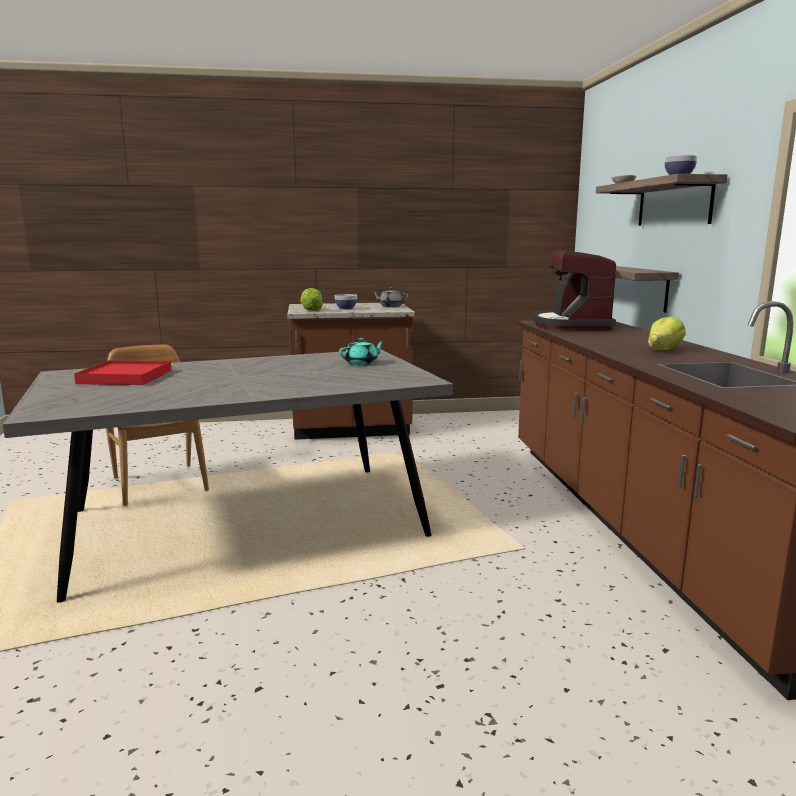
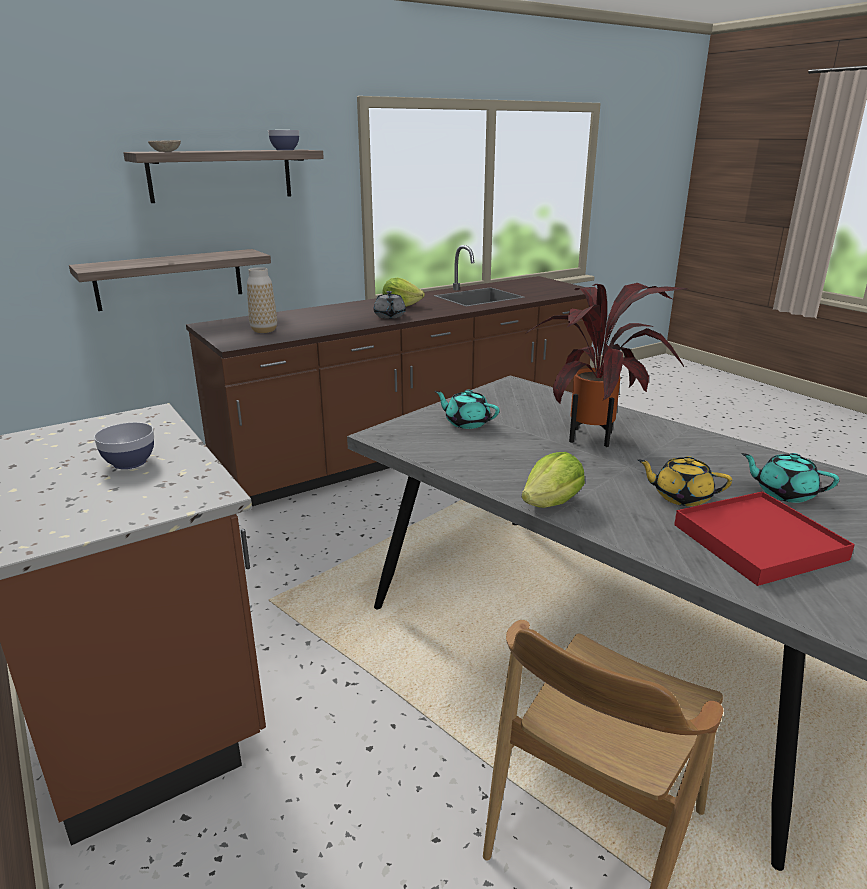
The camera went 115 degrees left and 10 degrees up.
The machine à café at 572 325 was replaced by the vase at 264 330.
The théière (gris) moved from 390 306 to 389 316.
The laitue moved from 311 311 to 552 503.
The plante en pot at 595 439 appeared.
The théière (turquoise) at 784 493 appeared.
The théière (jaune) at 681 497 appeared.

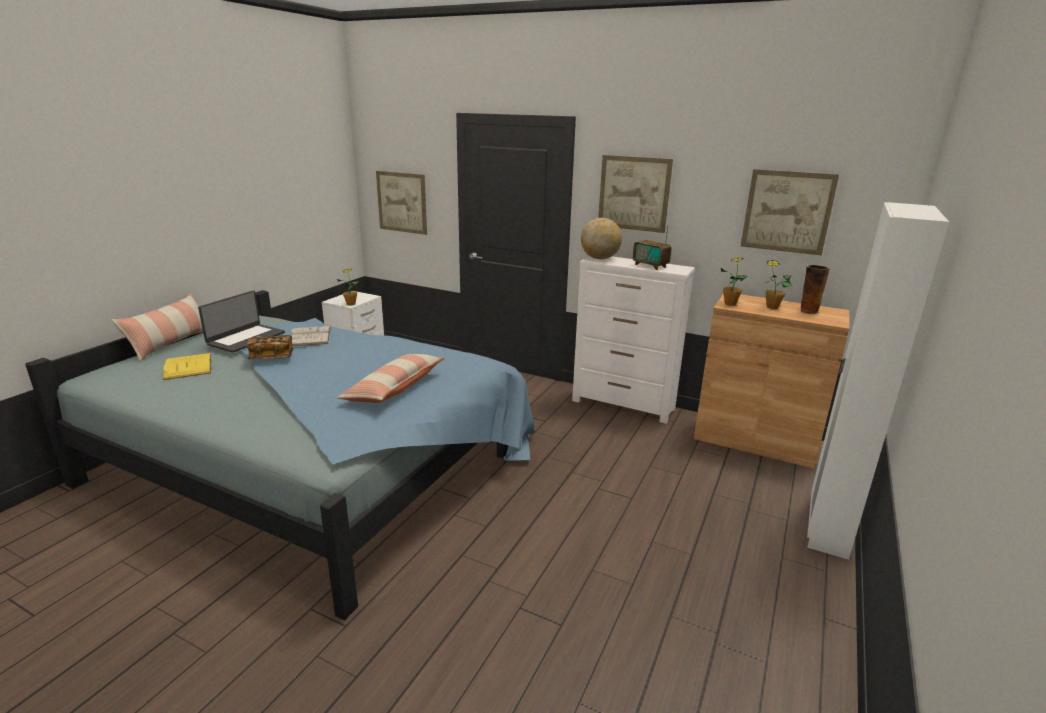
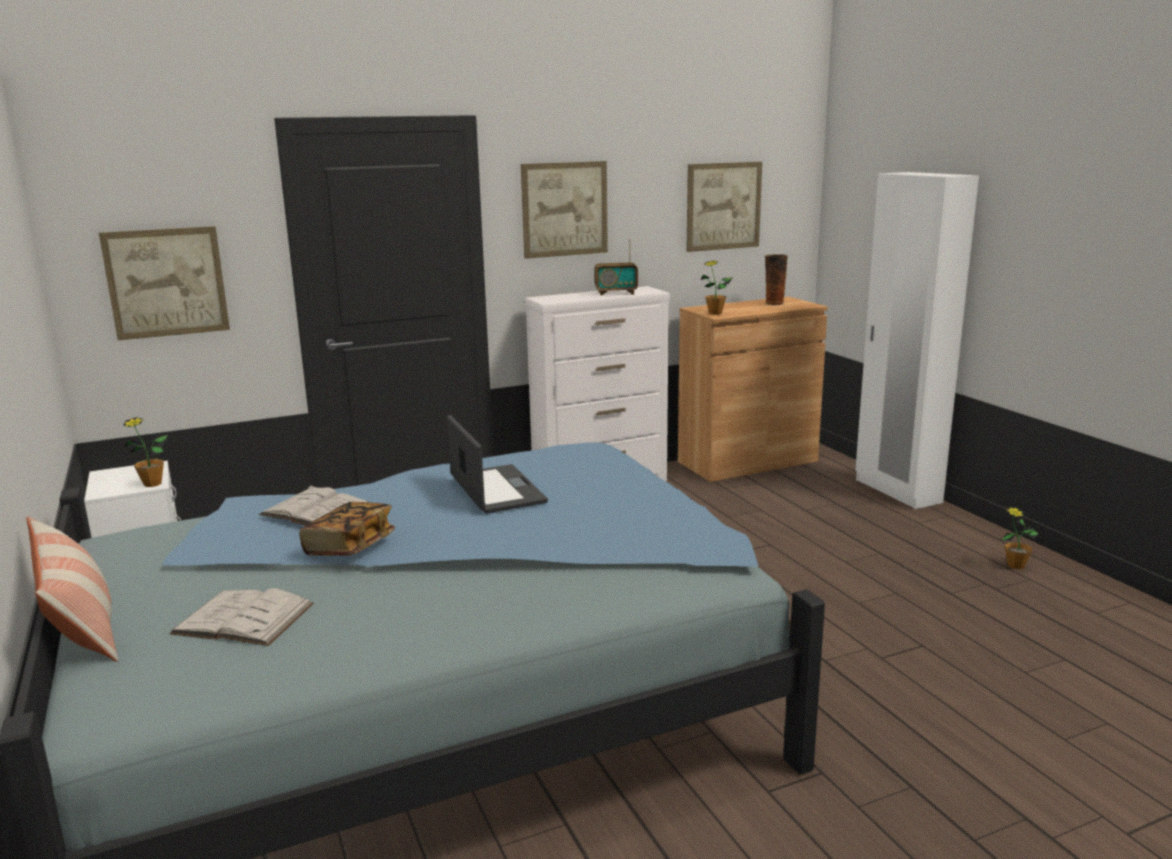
The camera went 50 degrees left and 5 degrees down.
The globe at 600 258 disappeared.
The plante en pot moved from 772 307 to 1015 566.
The ordinateur portable moved from 245 338 to 495 490.
The livre (jaune) at 188 366 became the livre (blanc) at 243 618.
The coussin at 394 388 disappeared.

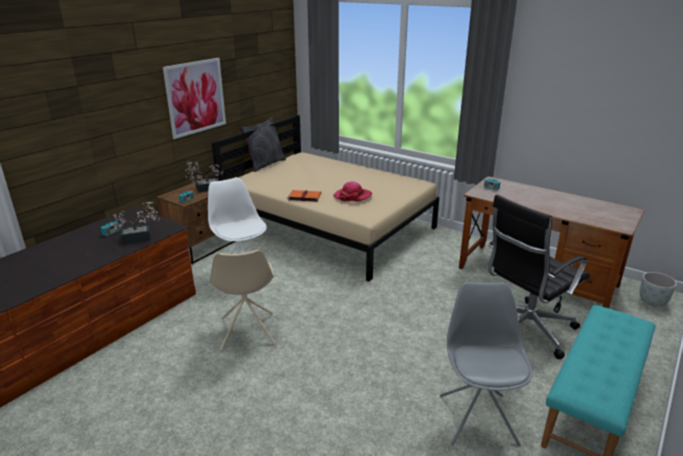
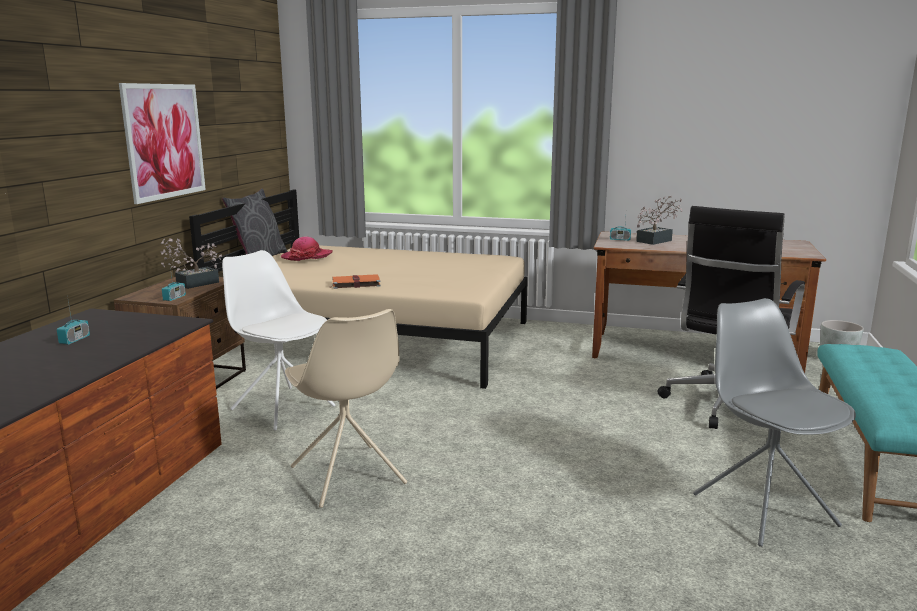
The camera went 20 degrees left and 10 degrees down.
The chapeau moved from 352 196 to 307 256.
The plante en pot moved from 140 238 to 657 240.

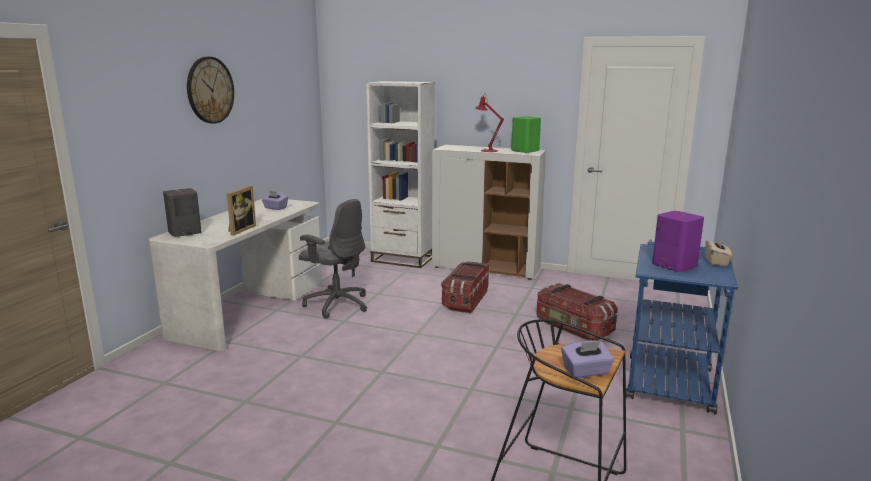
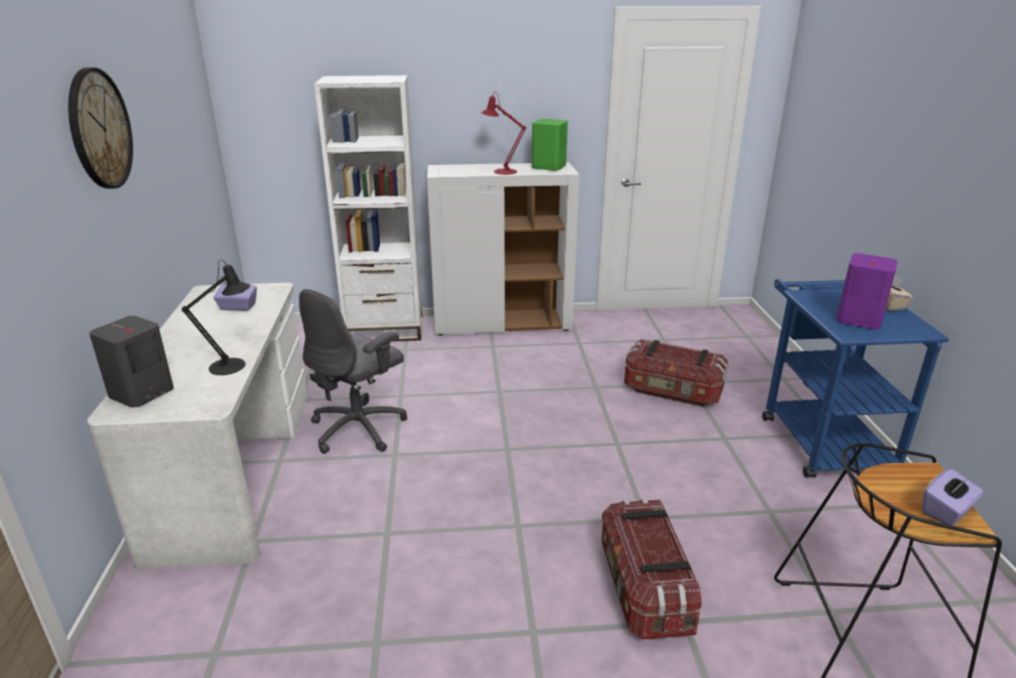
The camera went 25 degrees left and 10 degrees up.
The cadre photo at 239 229 was replaced by the lampe de table (noir) at 233 366.
The chaise de bureau (gris) at 336 304 turned 120 degrees clockwise.
The boîte de rangement moved from 465 300 to 644 589.

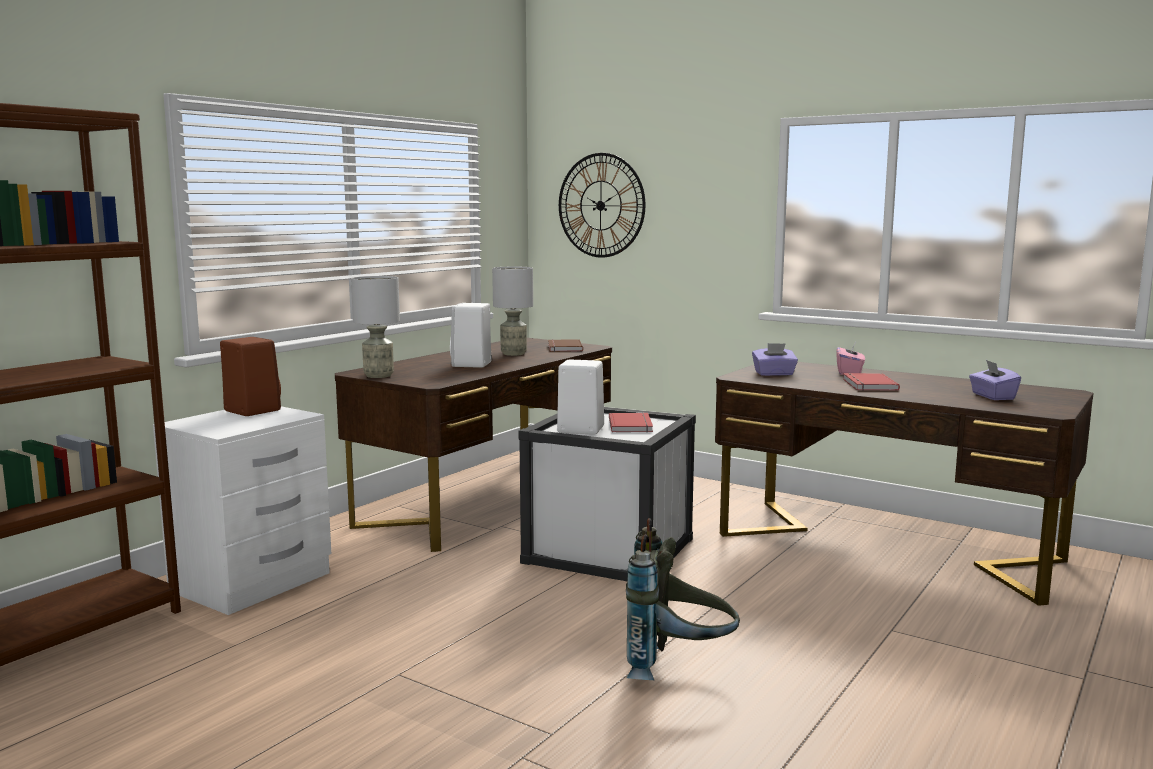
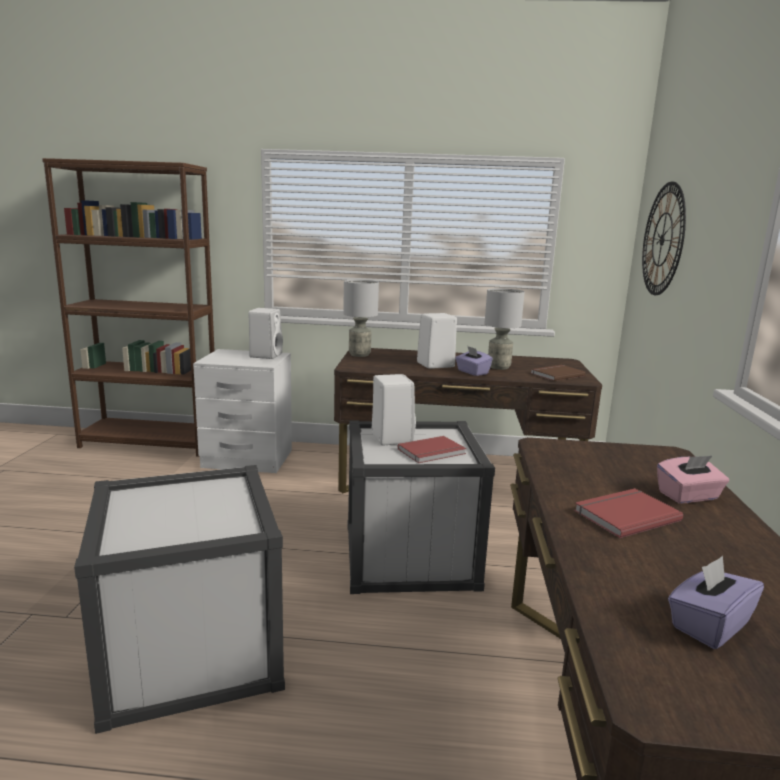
The camera went 60 degrees right and 5 degrees up.
The enceinte (marron) at 251 410 became the enceinte (blanc) at 266 355.
The boîte à mouchoirs (violet) moved from 774 374 to 472 372.
The sac à dos (gris) at 678 667 was replaced by the boîte de rangement (blanc) at 191 650.

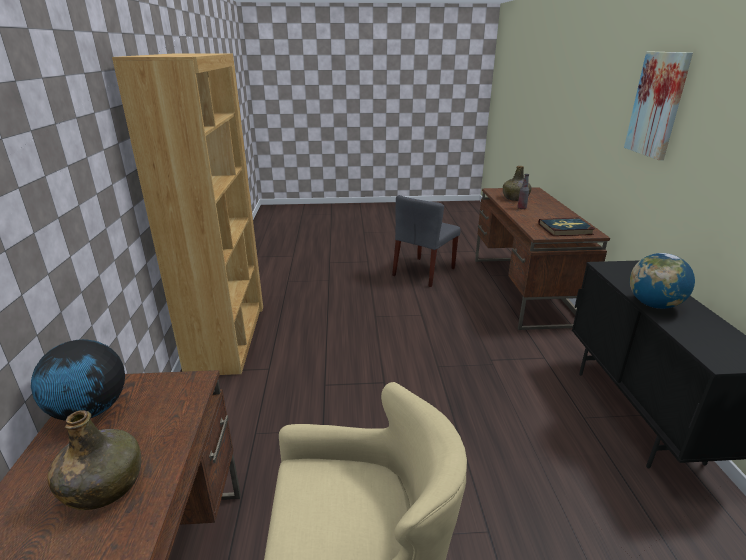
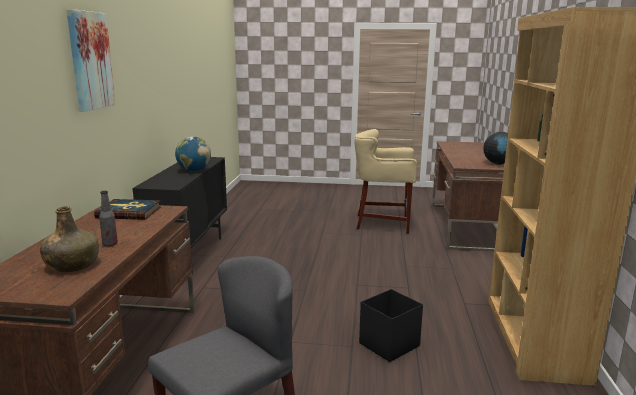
The camera went 170 degrees left and 10 degrees down.
The bouteille (vert) at 104 485 disappeared.
The boîte de rangement (noir) at 388 345 appeared.

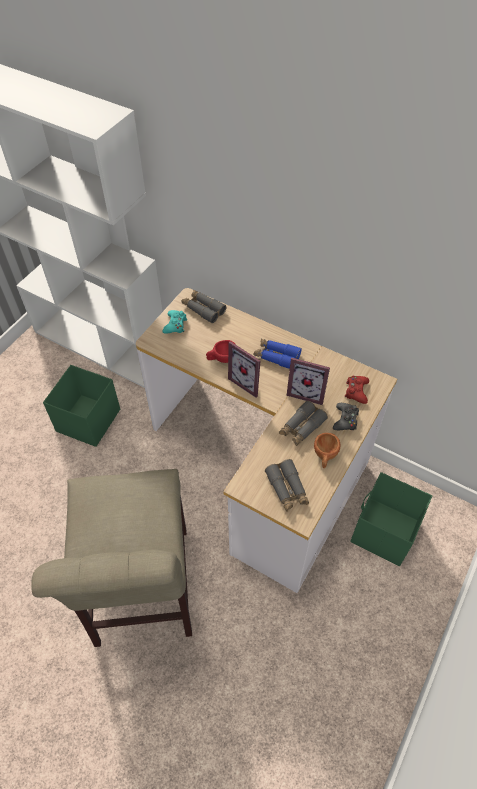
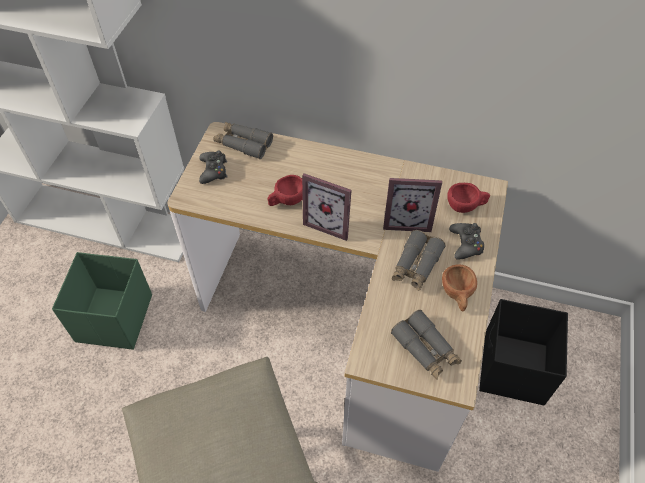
The camera went 15 degrees left and 0 degrees up.
The manette (turquoise) at 175 325 became the manette (noir) at 213 170.
The jumelles (bleu) at 276 356 disappeared.
The manette (rouge) at 356 391 was replaced by the tasse (rouge) at 466 206.
The boîte de rangement (vert) at 383 532 became the boîte de rangement (noir) at 512 369.

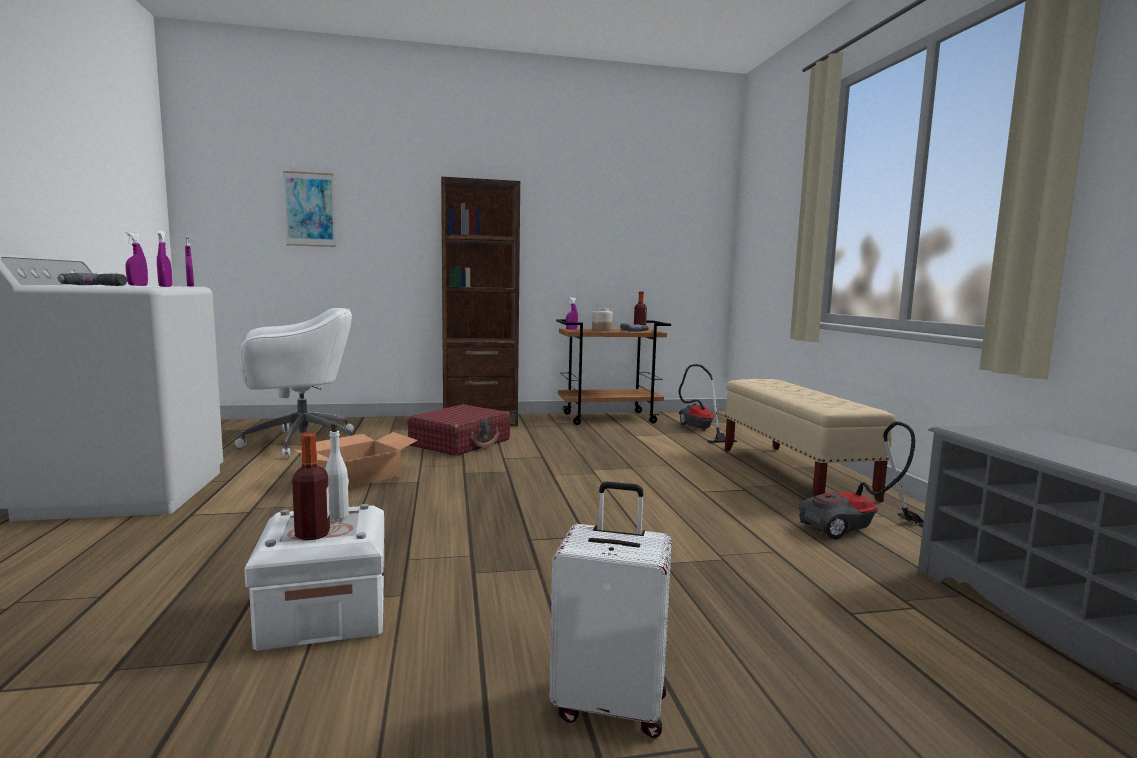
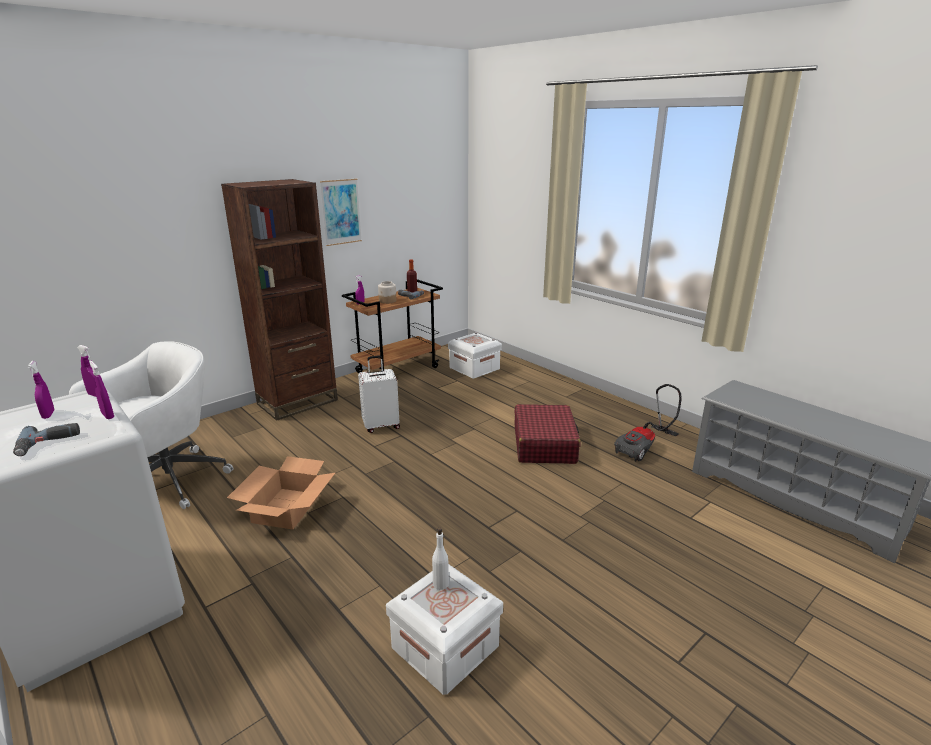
The camera went 30 degrees left and 15 degrees up.
The tableau moved from 310 209 to 341 212.
The aspirateur at 699 430 was replaced by the boîte de rangement (blanc) at 474 368.
The banc (beige) at 793 473 disappeared.
The valise (rouge) moved from 460 443 to 544 444.
The bouteille at 312 535 disappeared.
The valise (blanc) moved from 611 704 to 381 425.

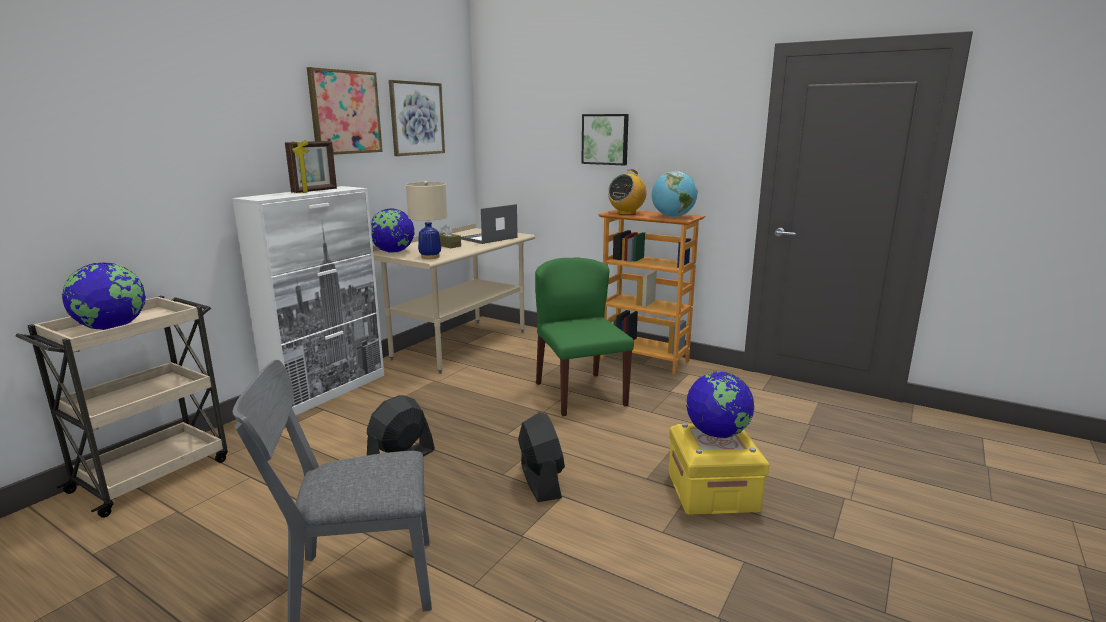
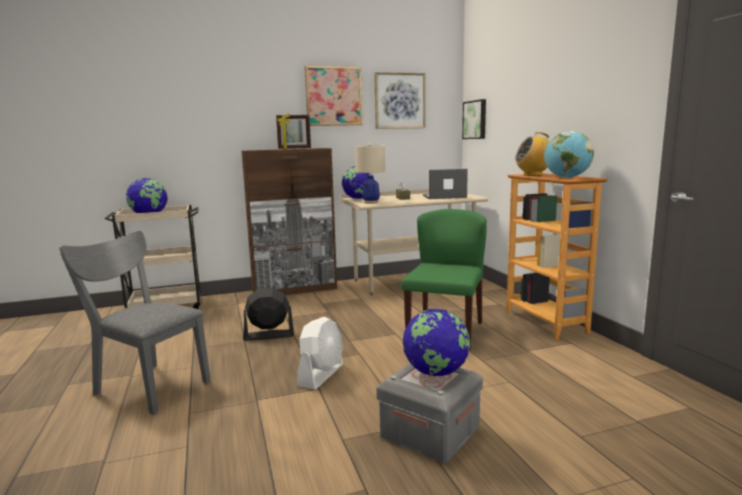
The camera went 40 degrees right and 5 degrees down.
The tableau moved from 605 139 to 475 120.
The meuble de rangement (blanc) at 329 391 became the meuble de rangement (marron) at 295 290.
The ventilateur (noir) at 540 481 became the ventilateur (blanc) at 321 375.
The boîte de rangement (jaune) at 712 492 became the boîte de rangement (gris) at 430 432.

